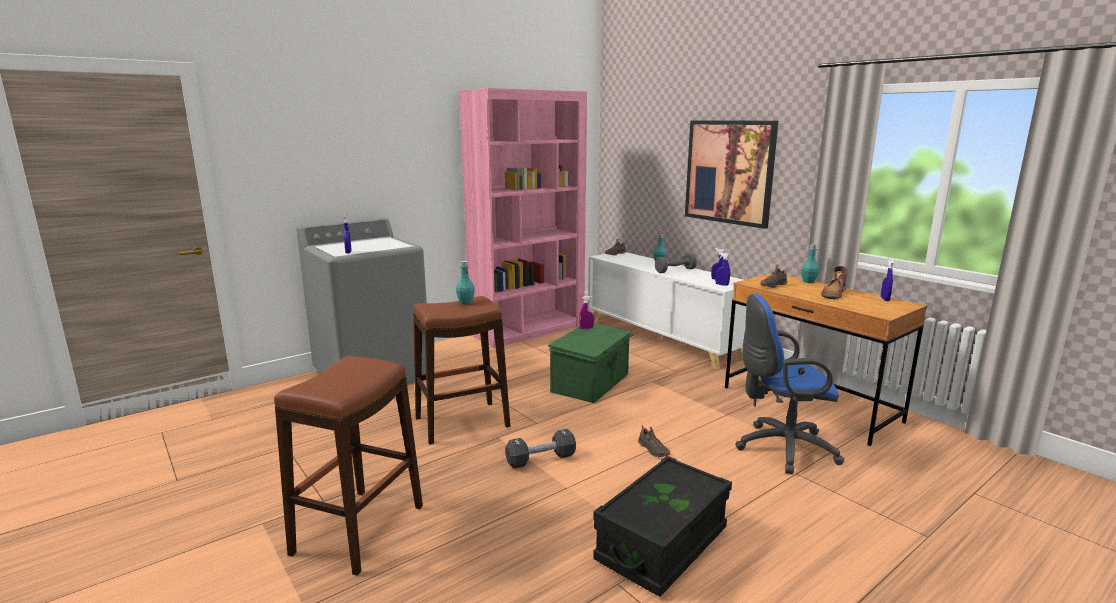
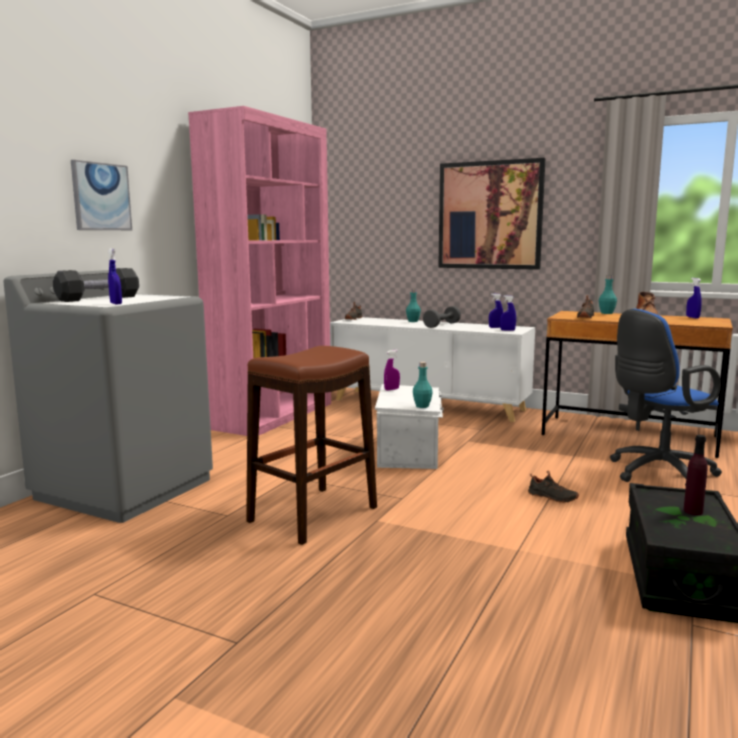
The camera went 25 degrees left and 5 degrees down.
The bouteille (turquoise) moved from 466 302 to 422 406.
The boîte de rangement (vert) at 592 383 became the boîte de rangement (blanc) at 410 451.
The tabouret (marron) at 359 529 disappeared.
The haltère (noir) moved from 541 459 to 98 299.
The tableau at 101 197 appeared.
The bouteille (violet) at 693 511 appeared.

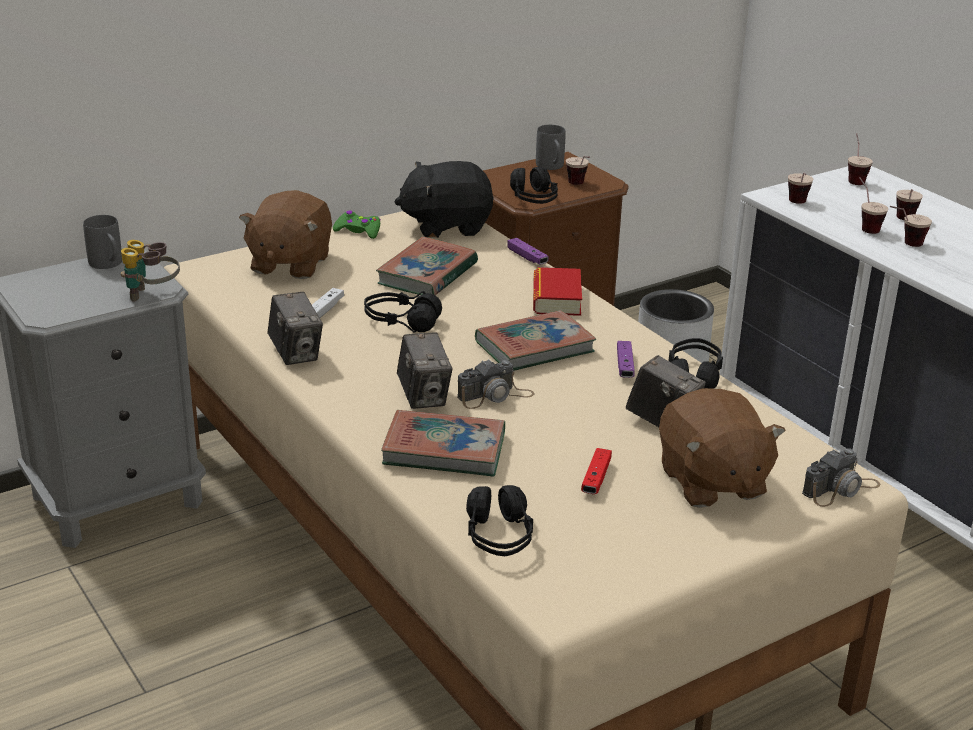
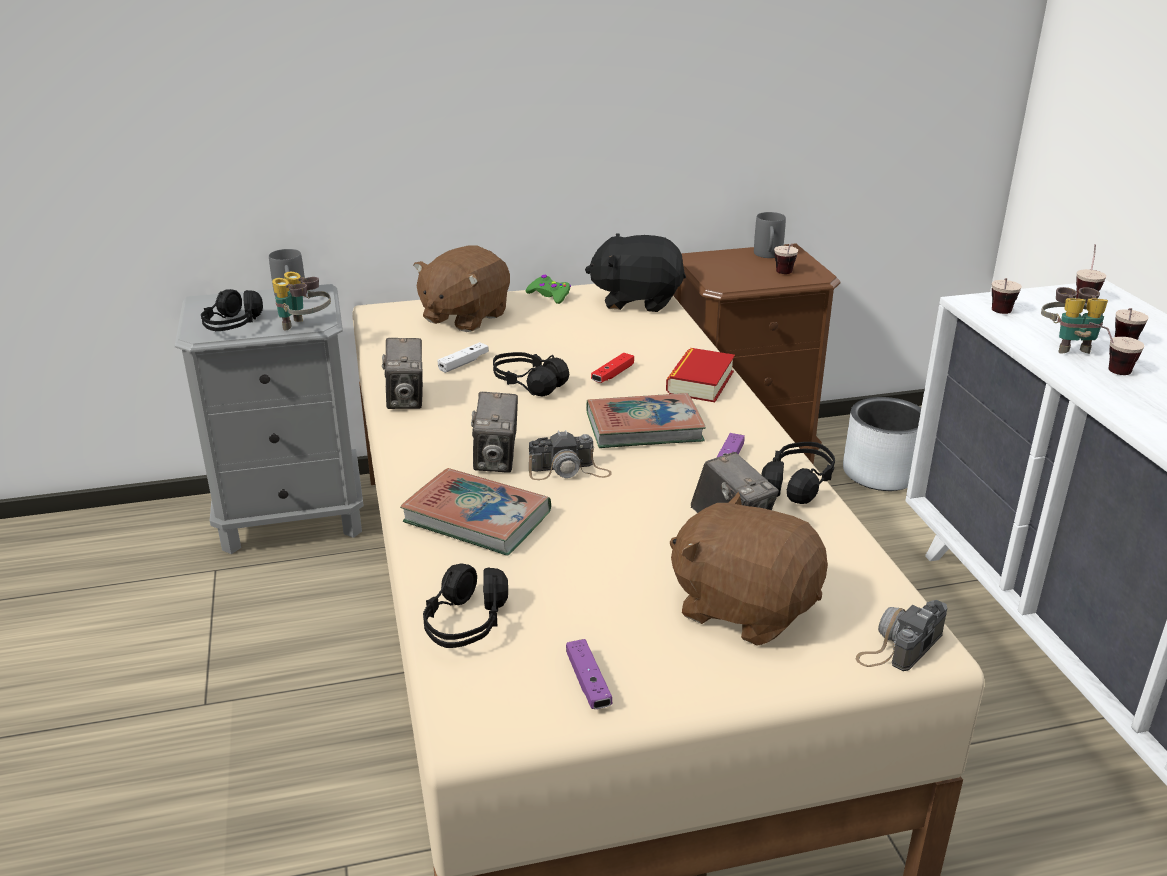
The camera went 20 degrees right and 0 degrees up.
The casque audio (noir) moved from 534 199 to 233 325.
The tasse at 865 226 was replaced by the jumelles at 1068 346.
The livre at 427 274 disappeared.
The manette (violet) moved from 527 257 to 588 683.
The peluche (marron) at 711 482 turned 120 degrees clockwise.
The manette (rouge) moved from 596 478 to 612 375.
The appareil photo at 840 489 turned 150 degrees clockwise.

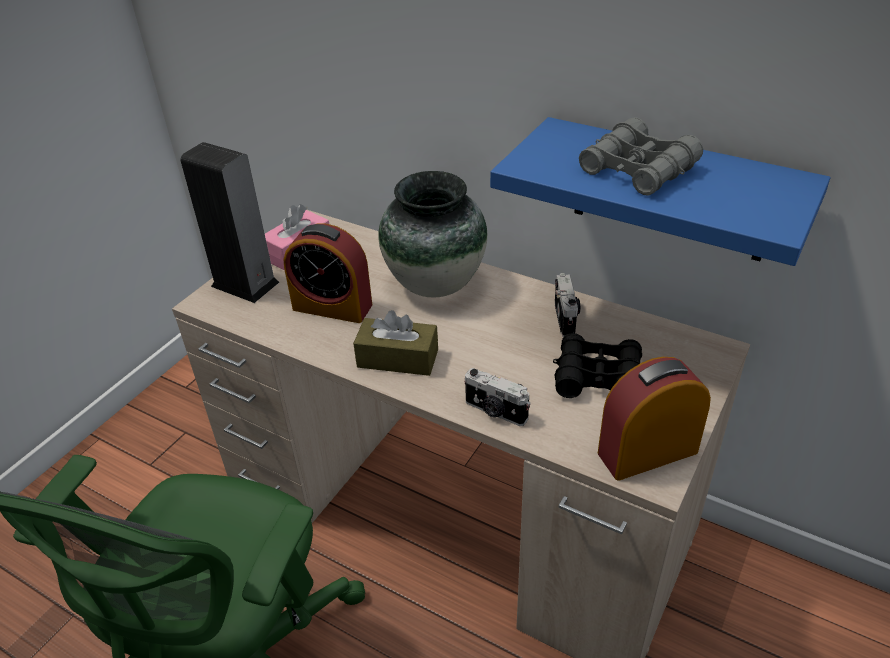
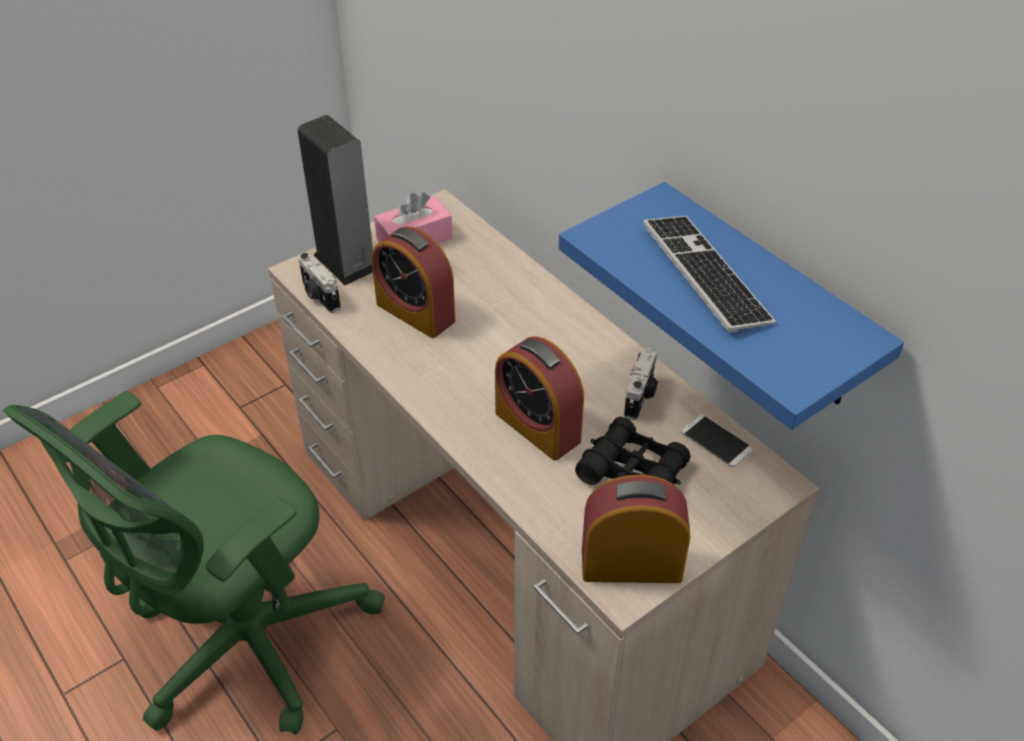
The camera went 20 degrees right and 5 degrees up.
The jumelles (gris) at 637 170 was replaced by the clavier at 705 275.
The vase at 435 285 disappeared.
The boîte à mouchoirs (marron) at 398 358 disappeared.
The appareil photo moved from 495 412 to 319 296.
The réveil at 537 427 appeared.
The téléphone at 716 441 appeared.

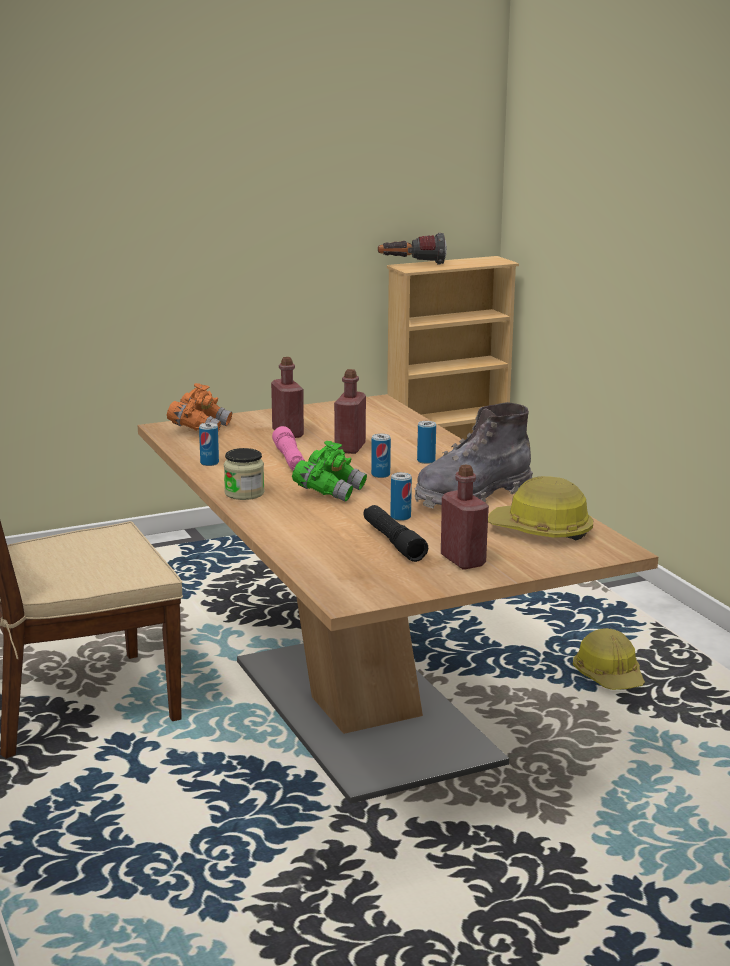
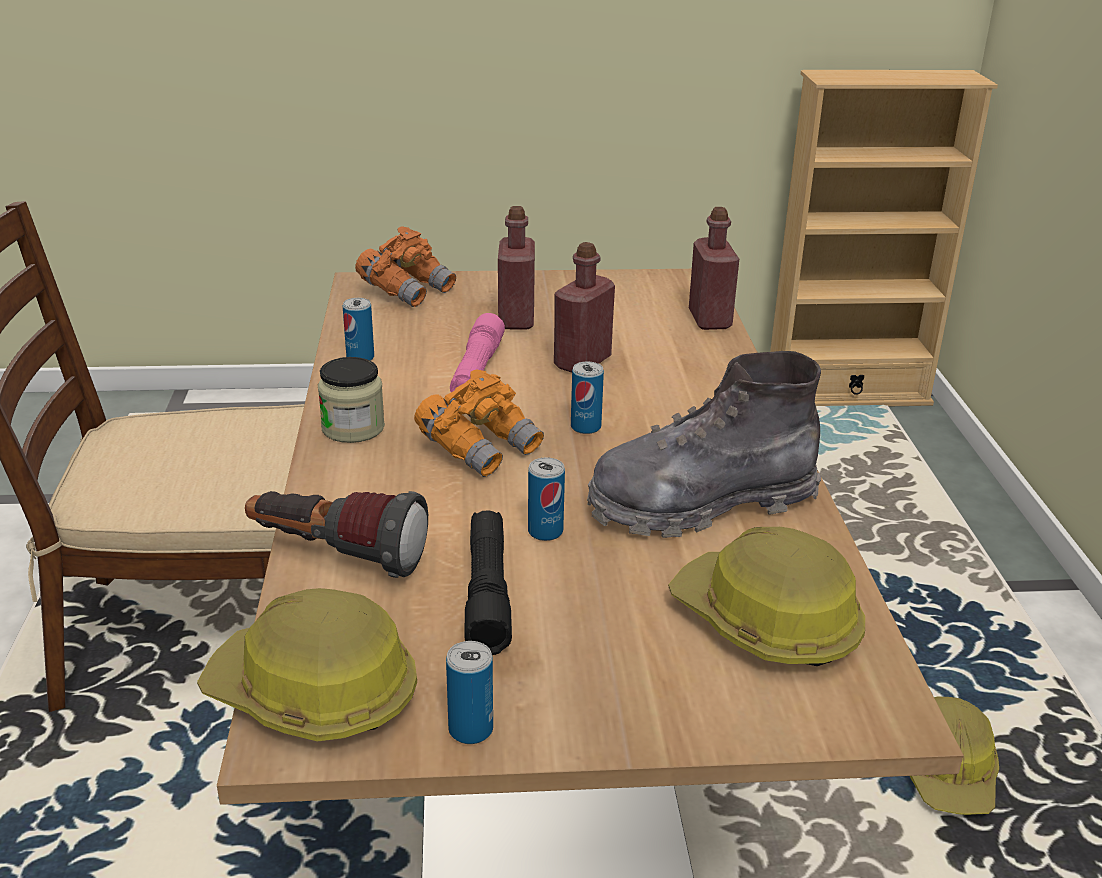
The camera went 20 degrees right and 10 degrees up.
The lampe de poche moved from 412 264 to 336 557.
The boîte métallique moved from 426 461 to 470 729.
The jumelles (vert) at 329 491 became the jumelles (orange) at 480 448.
The bouteille (rouge) moved from 463 560 to 709 320.
The casque de chantier at 314 694 appeared.

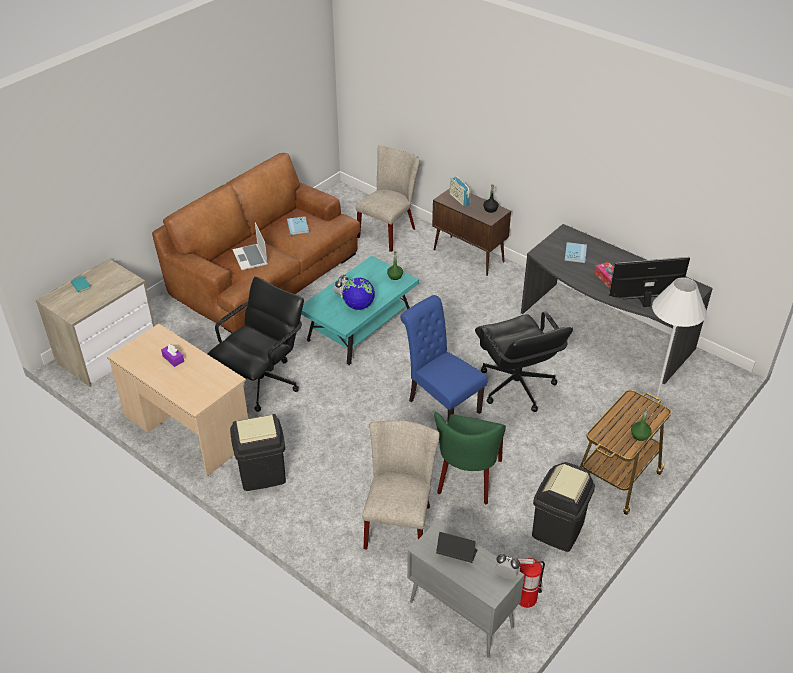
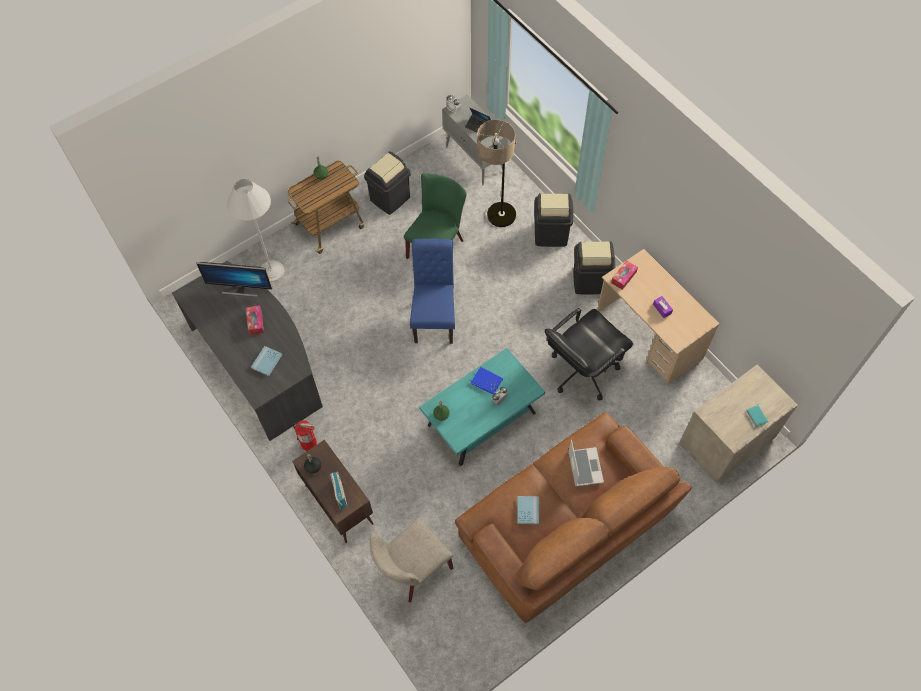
The camera went 165 degrees left and 20 degrees up.
The globe at 358 306 was replaced by the livre (bleu) at 486 381.
The chaise (bleu) at 440 404 turned 150 degrees counterclockwise.
The chaise de bureau (noir) at 516 387 disappeared.
The chaise (beige) at 399 523 was replaced by the lampadaire at 496 224.
The extincteur moved from 526 598 to 309 443.
The poubelle (noir) at 551 234 appeared.
The boîte à mouchoirs at 623 277 appeared.

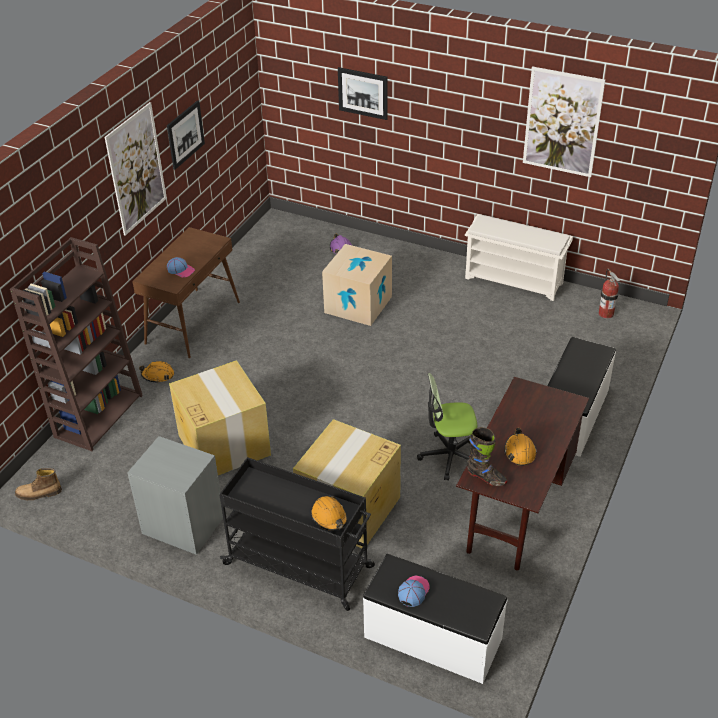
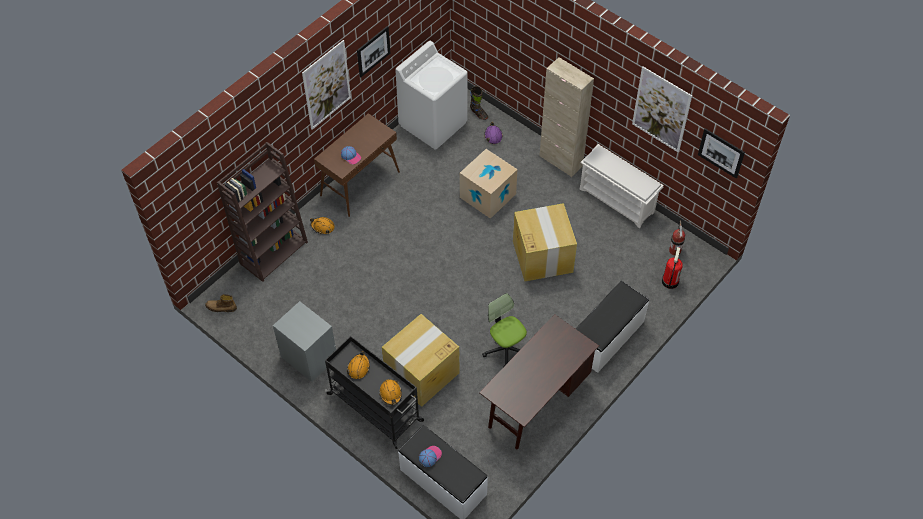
The camera went 15 degrees right and 15 degrees up.
The tableau moved from 363 93 to 721 153.
The carton moved from 223 444 to 542 256.
The chaise de bureau at 449 456 turned 45 degrees clockwise.
The botte (noir) moved from 486 477 to 478 113.
The casque de chantier (orange) moved from 519 452 to 358 367.
The lave-linge (blanc) at 433 123 appeared.
The meuble de rangement (beige) at 560 161 appeared.
The extincteur at 670 281 appeared.

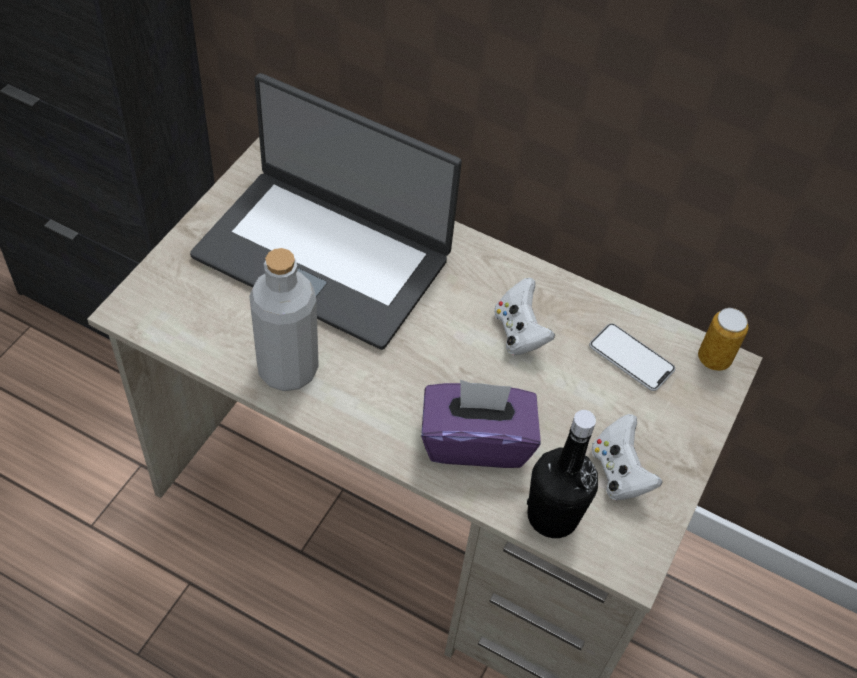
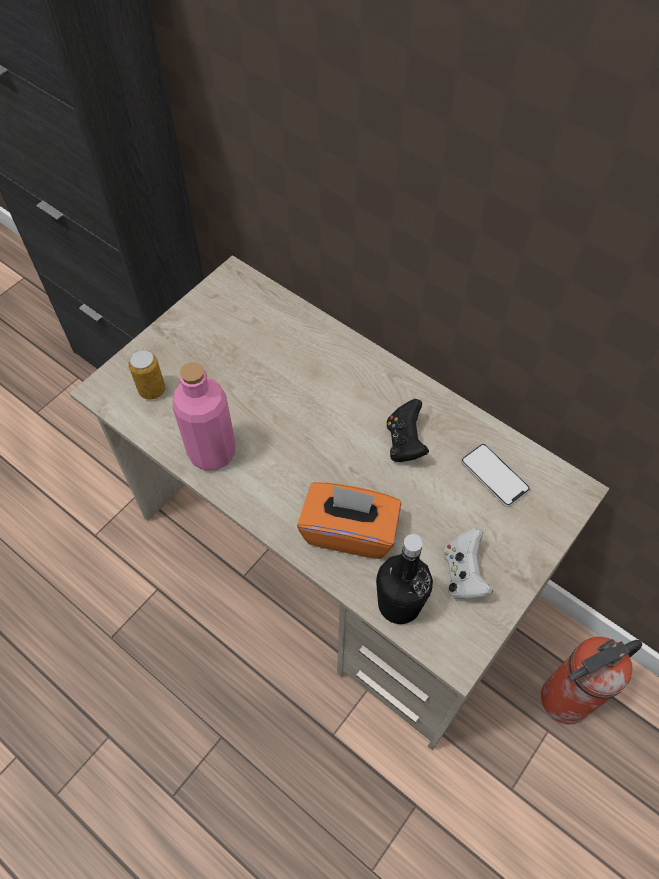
The camera went 15 degrees right and 5 degrees up.
The ordinateur portable at 323 255 disappeared.
The bouteille (gris) at 288 369 became the bouteille (rose) at 212 452.
The manette (blanc) at 519 332 became the manette (noir) at 404 442.
The boîte métallique moved from 714 358 to 152 390.
The boîte à mouchoirs (violet) at 476 441 became the boîte à mouchoirs (orange) at 349 531.
The extincteur at 562 700 appeared.

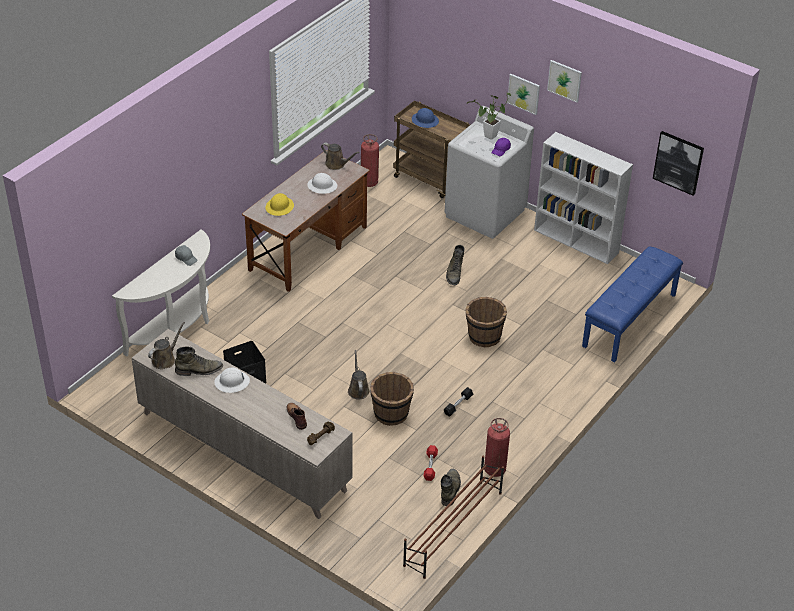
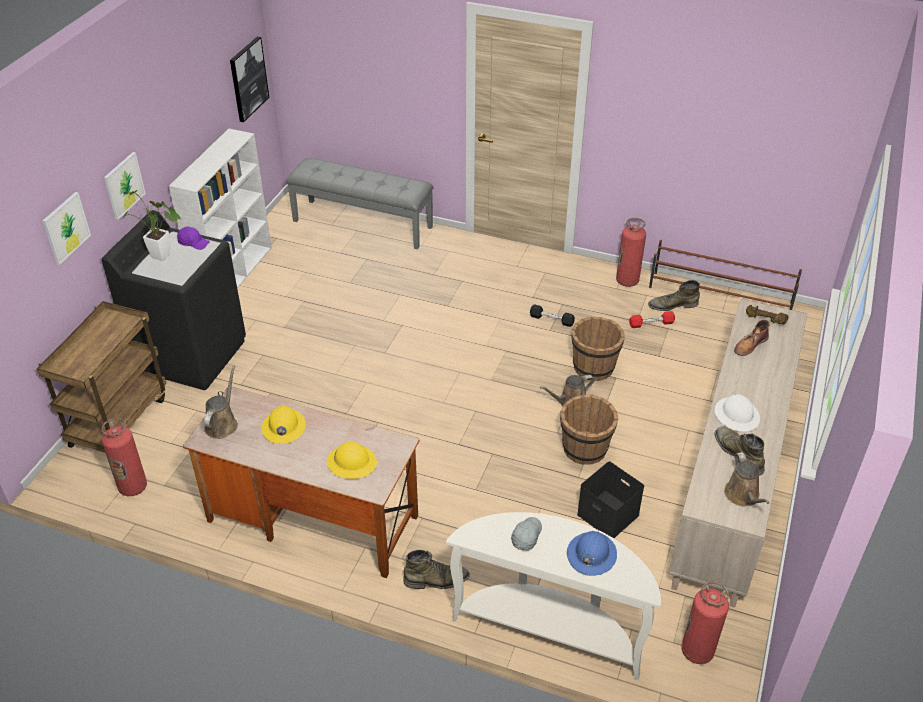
The camera went 105 degrees left and 0 degrees up.
The tableau moved from 564 80 to 66 227.
The lave-linge (blanc) at 485 213 became the lave-linge (noir) at 191 354.
The casque de chantier (bleu) moved from 425 120 to 591 554.
The casque de chantier (blanc) at 322 186 became the casque de chantier (jaune) at 283 427.
The botte (vert) moved from 454 273 to 436 580.
The banc (bleu) at 630 320 became the banc (gris) at 363 223.
The seau (marron) moved from 484 336 to 585 449.
The arrosoir (marron) at 165 359 turned 120 degrees counterclockwise.
The extincteur at 697 651 appeared.

